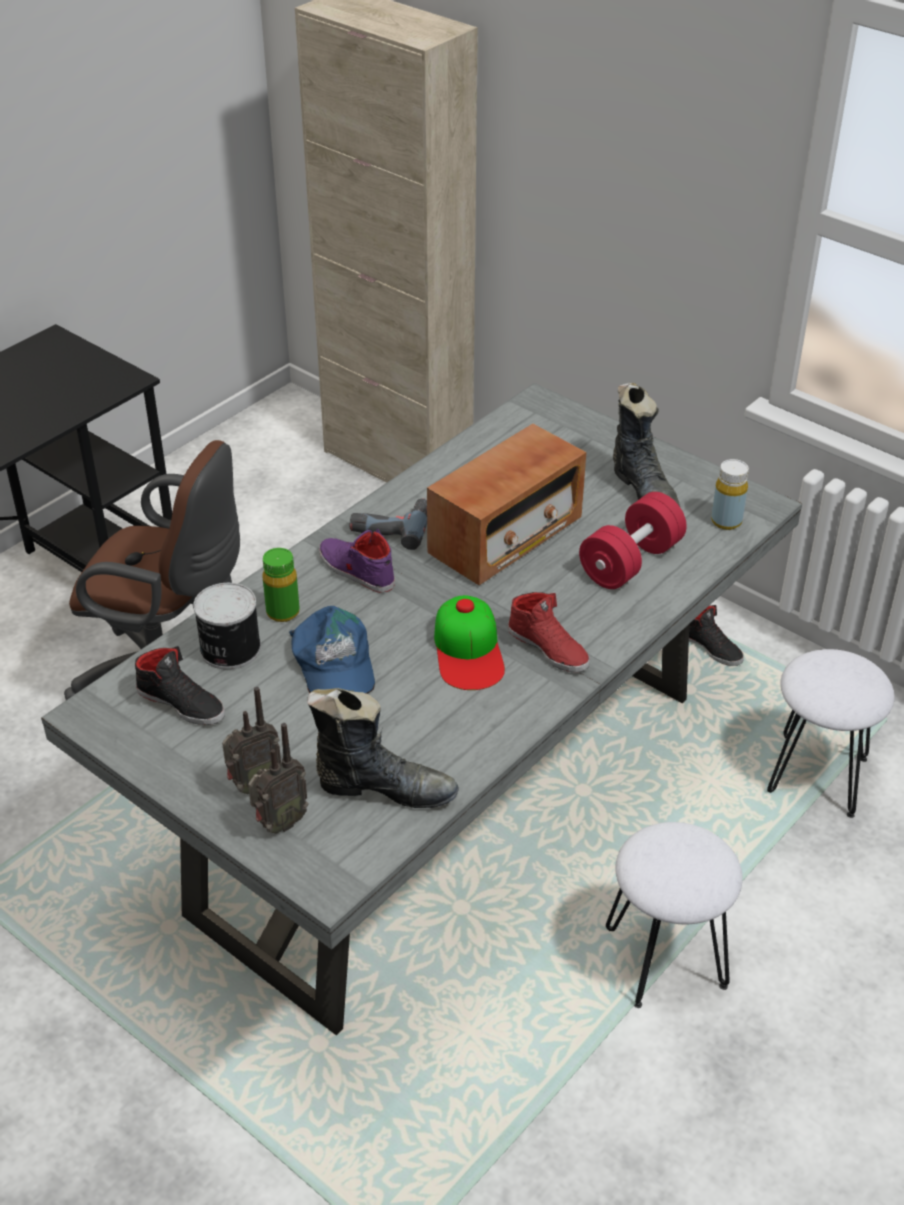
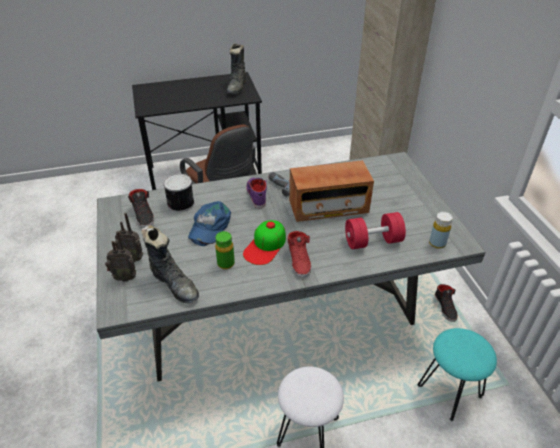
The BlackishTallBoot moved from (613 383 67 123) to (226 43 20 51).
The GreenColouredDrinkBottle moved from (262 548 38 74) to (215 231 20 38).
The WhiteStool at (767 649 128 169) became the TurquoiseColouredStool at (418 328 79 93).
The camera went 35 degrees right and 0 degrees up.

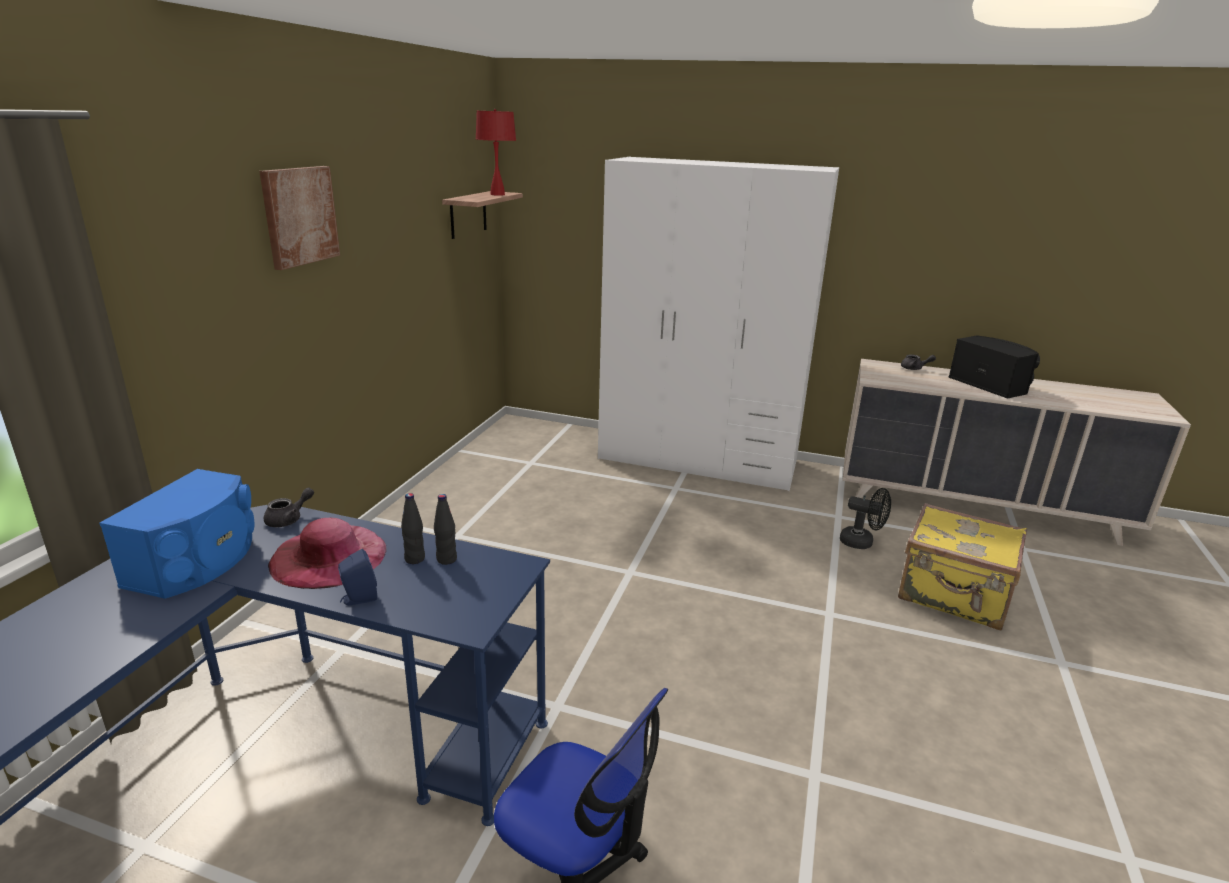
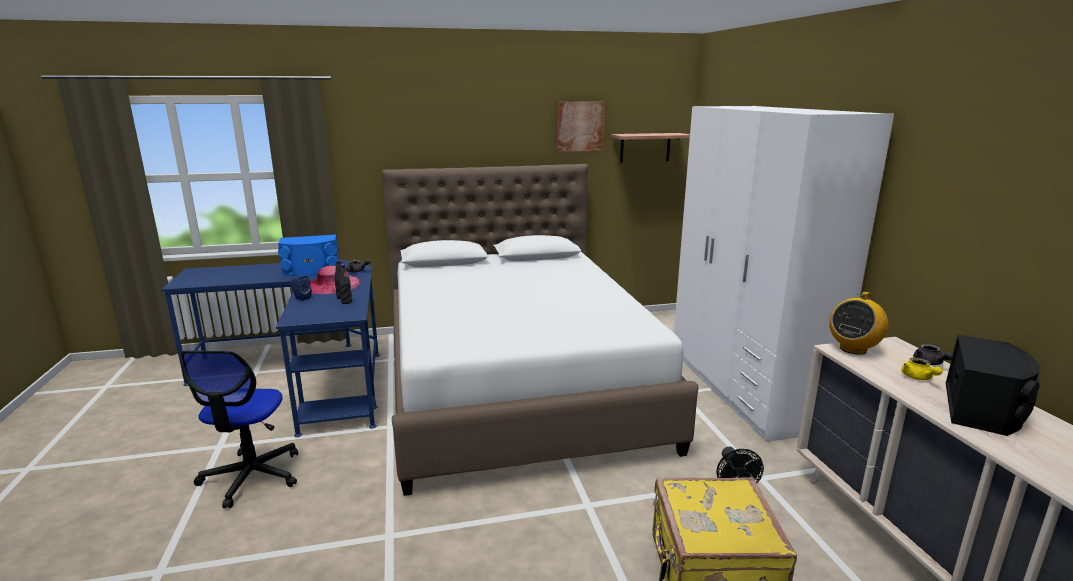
The RedTableLamp at (476 109 40 87) disappeared.
The WallArt moved from (259 166 81 104) to (556 101 49 51).
The WhiteBed at (382 164 317 332) appeared.
The RadioSet at (829 292 59 63) appeared.
The YellowPotForTea at (902 357 41 23) appeared.
The camera went 60 degrees right and 5 degrees down.

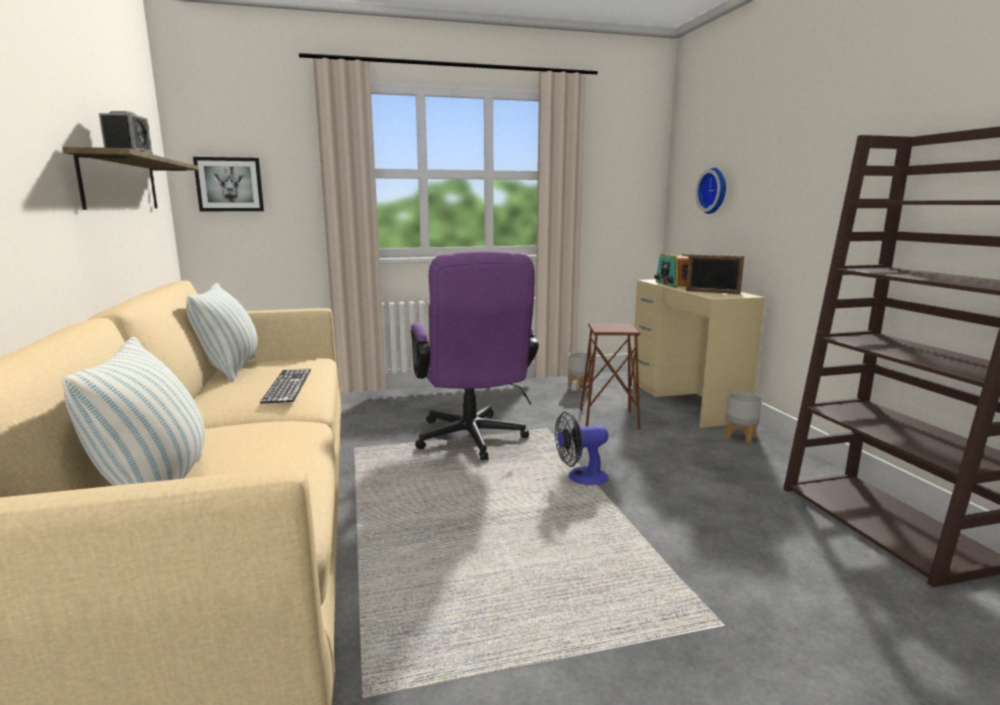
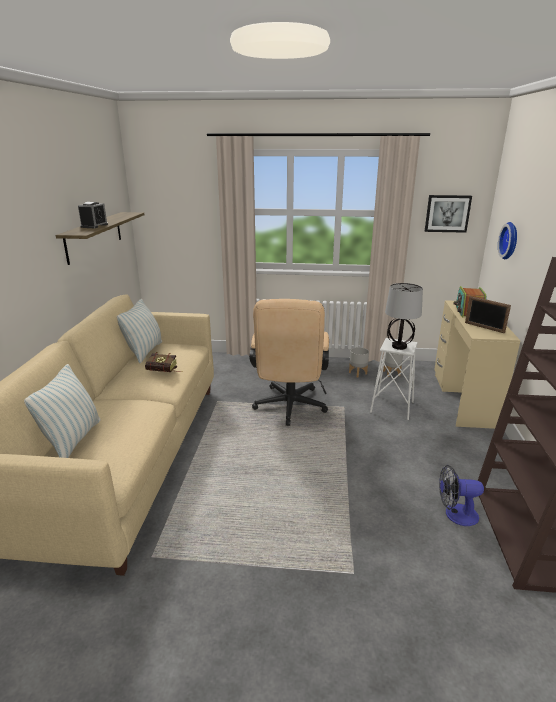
The WallArt moved from (193 157 71 54) to (425 195 47 38).
The PurplishOfficeChair at (411 251 128 209) became the BeigeOfficeChair at (249 299 80 127).
The BrownishStool at (580 323 60 107) became the WhiteStool at (370 338 48 82).
The ComputerKeyboard at (260 368 51 36) was replaced by the Book at (145 352 38 20).
The GreyishPlantPot moved from (725 392 37 52) to (349 347 20 31).
The Fan moved from (555 412 54 73) to (439 465 45 61).
The TableLamp at (385 283 38 67) appeared.
The camera went 20 degrees right and 10 degrees up.

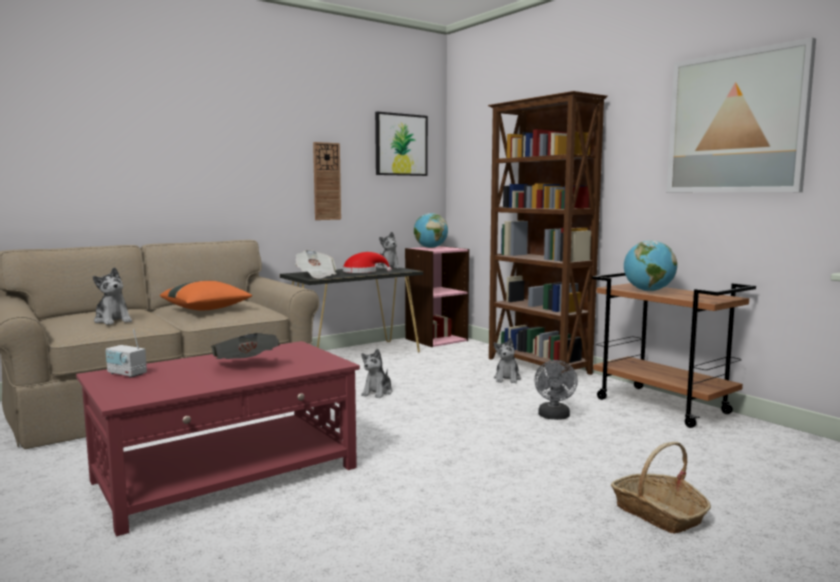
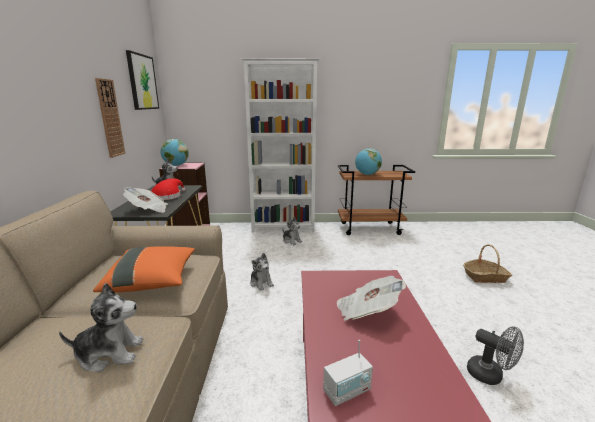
The WallArt at (667 38 149 154) disappeared.
The BrownishBookcase at (488 91 120 284) became the WhiteBookcase at (240 58 80 175).
The GreyishFan moved from (534 360 44 60) to (467 326 57 59).
The camera went 55 degrees left and 10 degrees up.

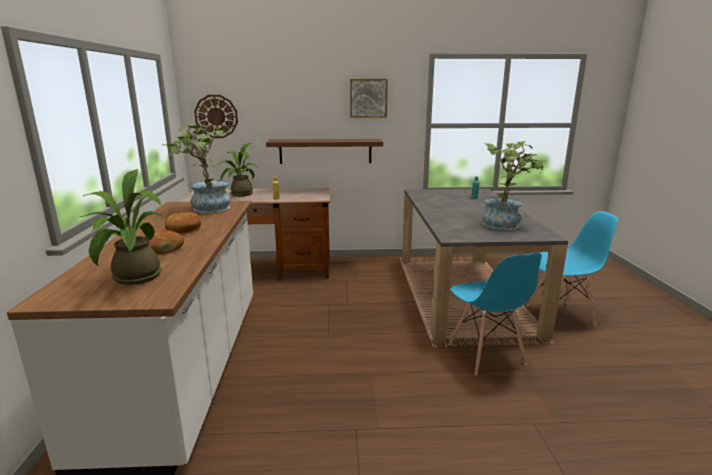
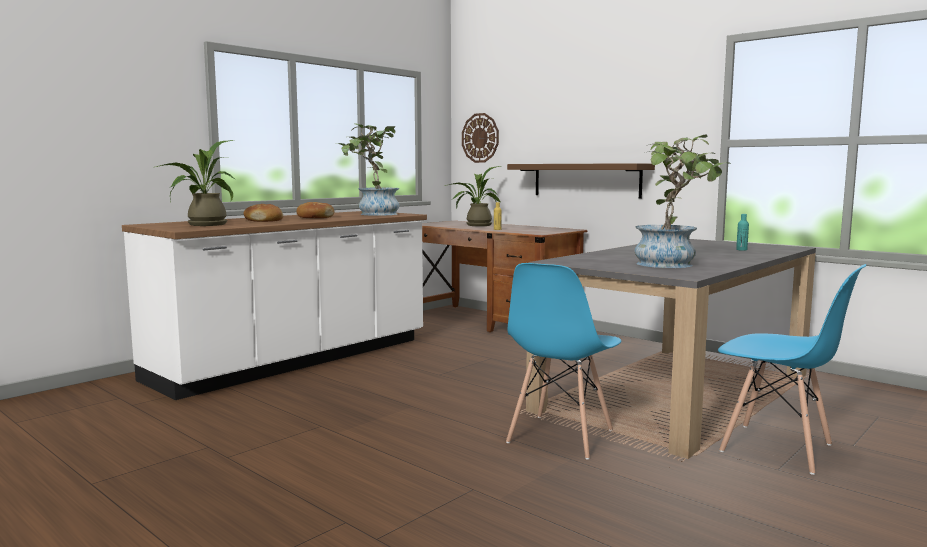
The WallArt at (350 79 38 39) disappeared.
The camera went 45 degrees right and 10 degrees down.

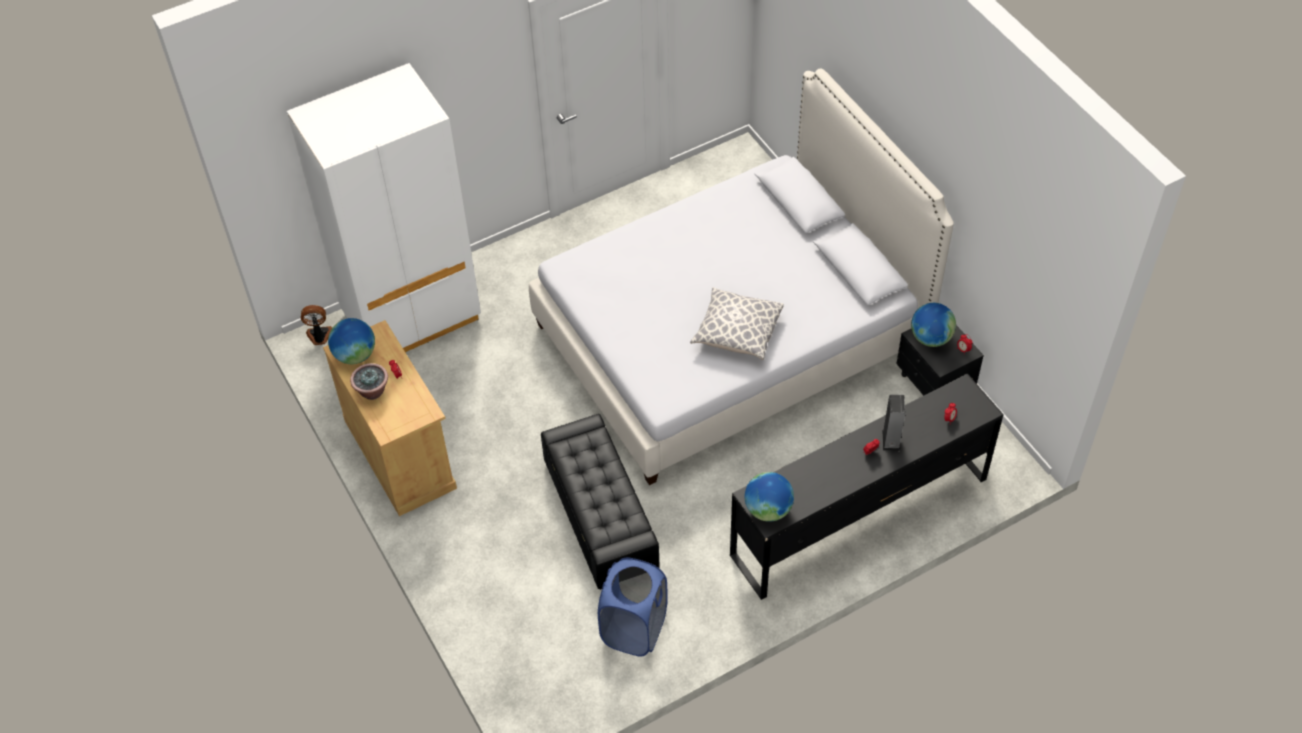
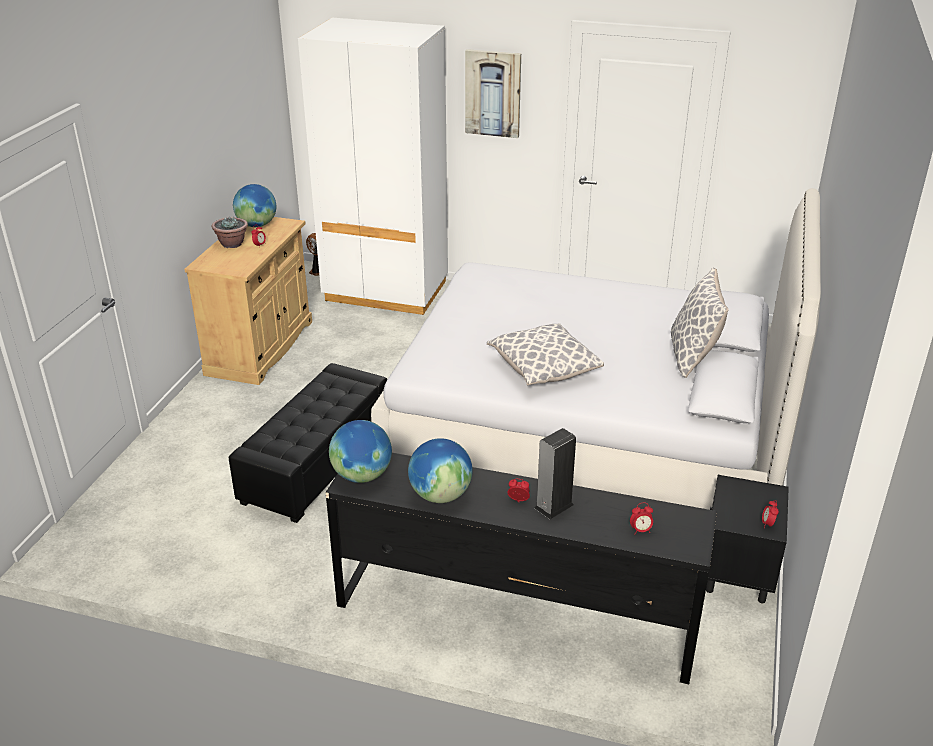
The Globe moved from (911 303 45 44) to (408 438 65 65).
The BluishHamper at (598 558 70 99) disappeared.
The WallArt at (465 49 56 89) appeared.
The Cushion at (671 268 58 110) appeared.
The camera went 45 degrees right and 20 degrees down.

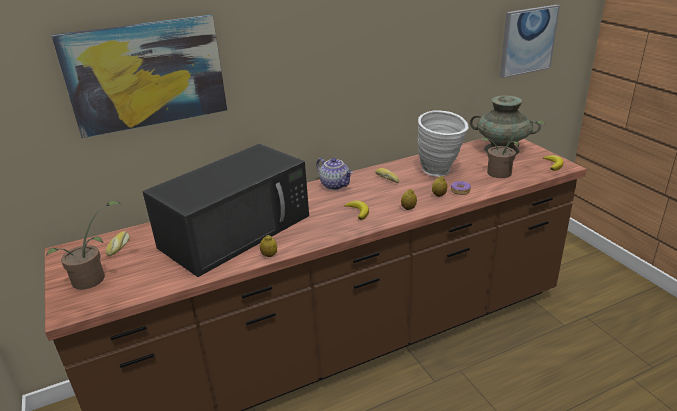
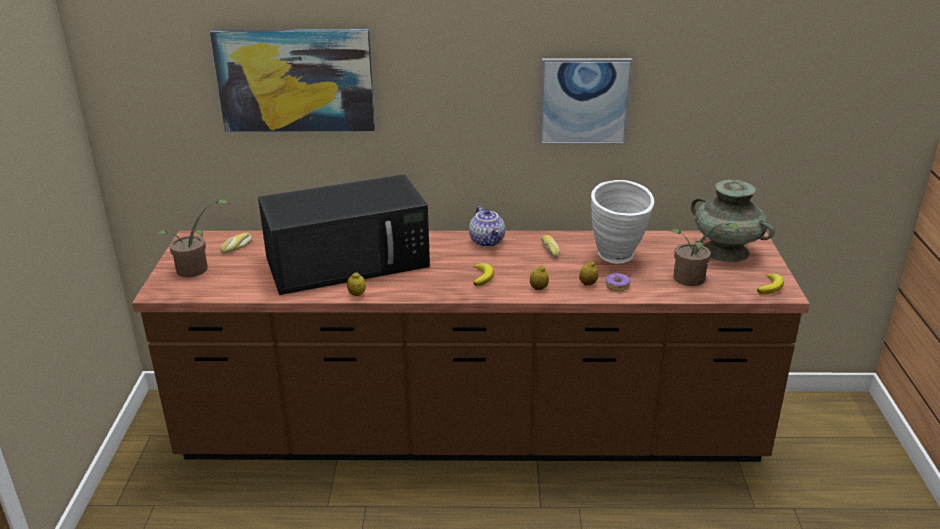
The WallArt moved from (500 5 60 73) to (539 58 94 86).
The camera went 25 degrees right and 0 degrees up.

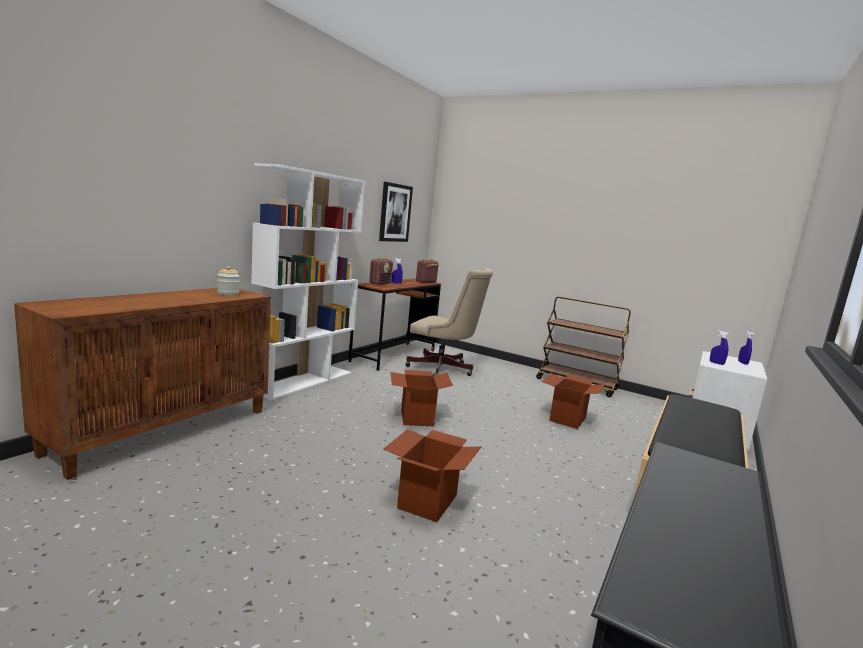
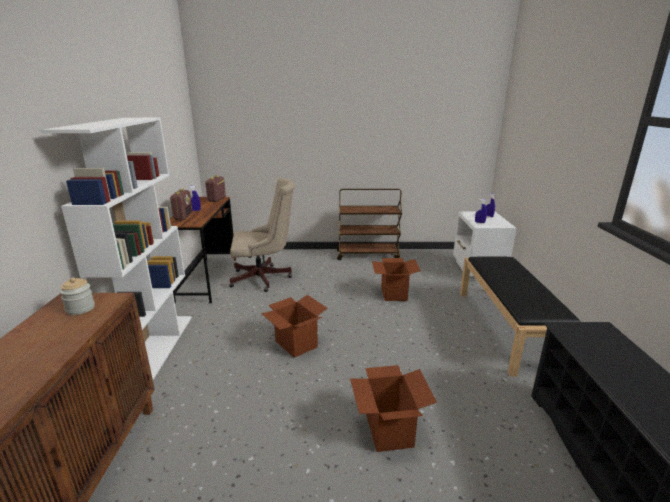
The WallArt at (379 182 34 60) disappeared.
The camera went 30 degrees left and 10 degrees up.

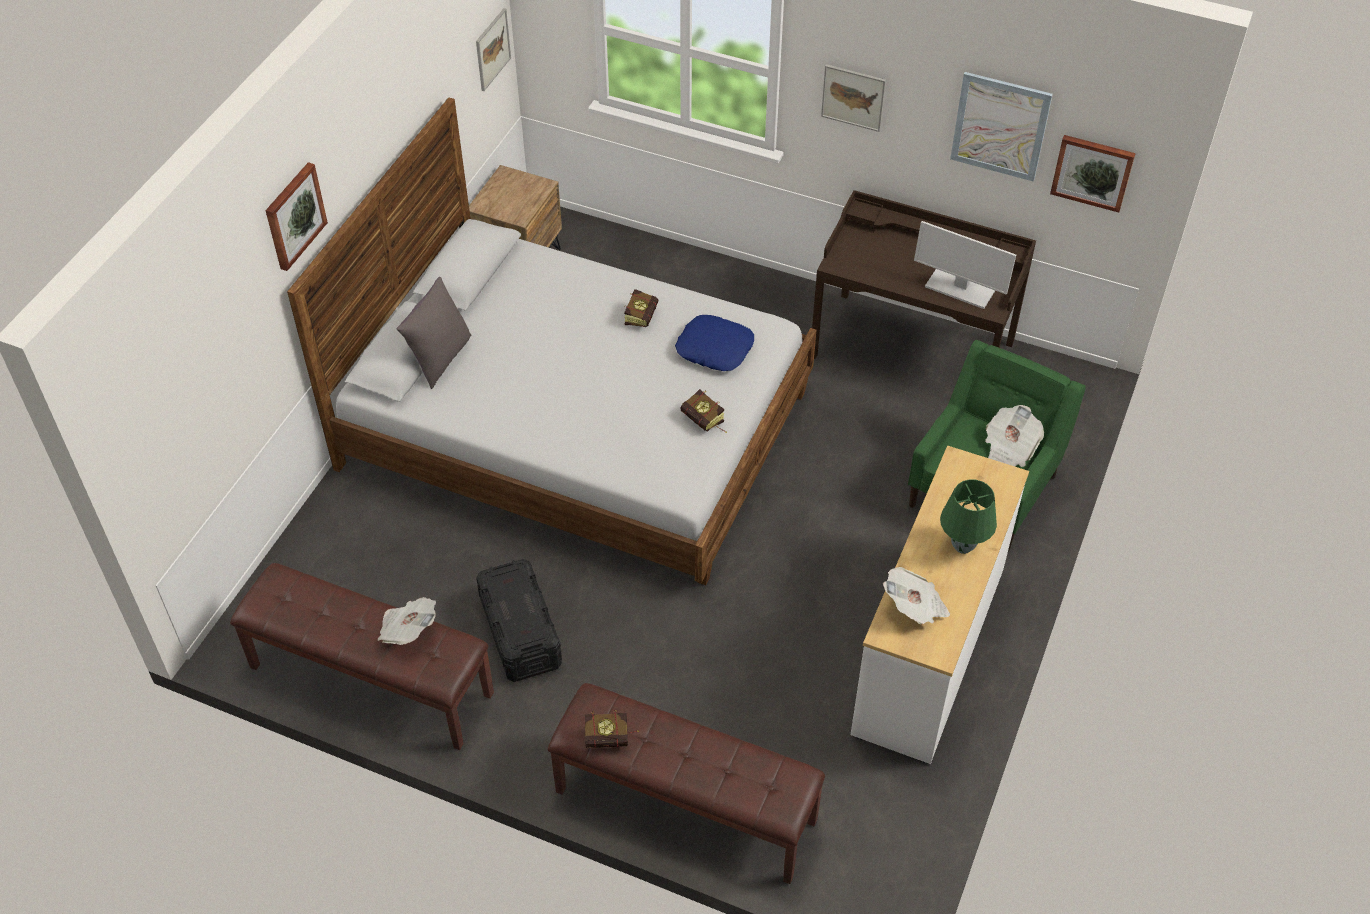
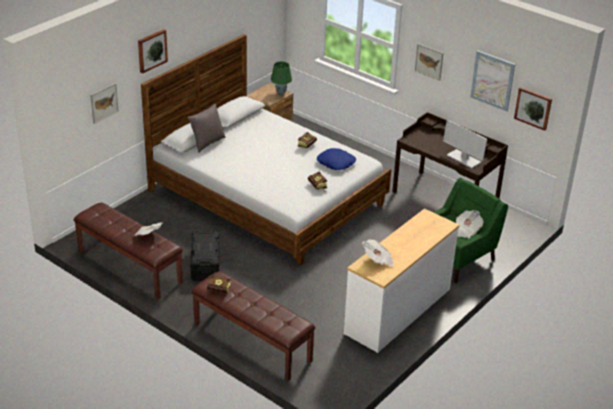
The WallArt moved from (476 8 35 83) to (90 83 29 41).
The GreenColouredTableLamp moved from (940 479 57 75) to (271 61 21 34).
The camera went 15 degrees right and 15 degrees down.

